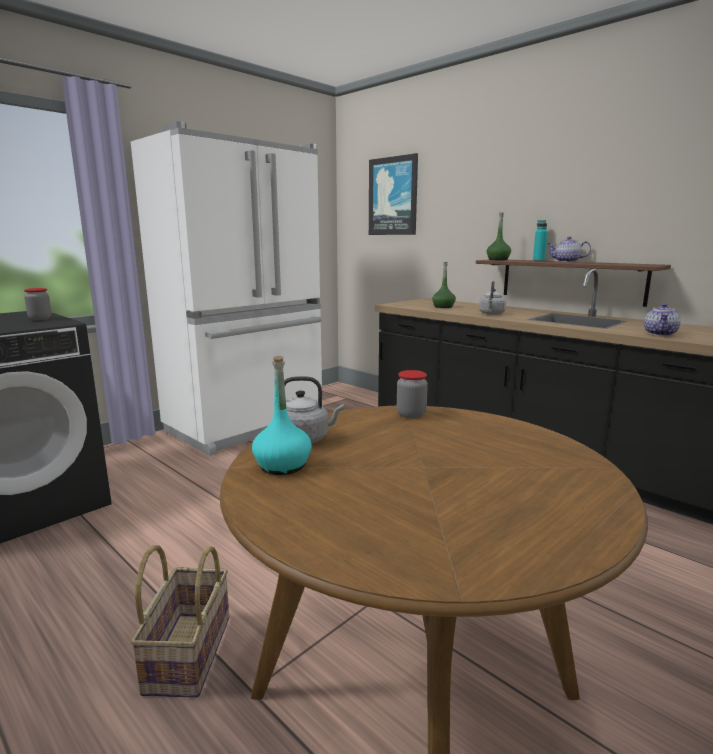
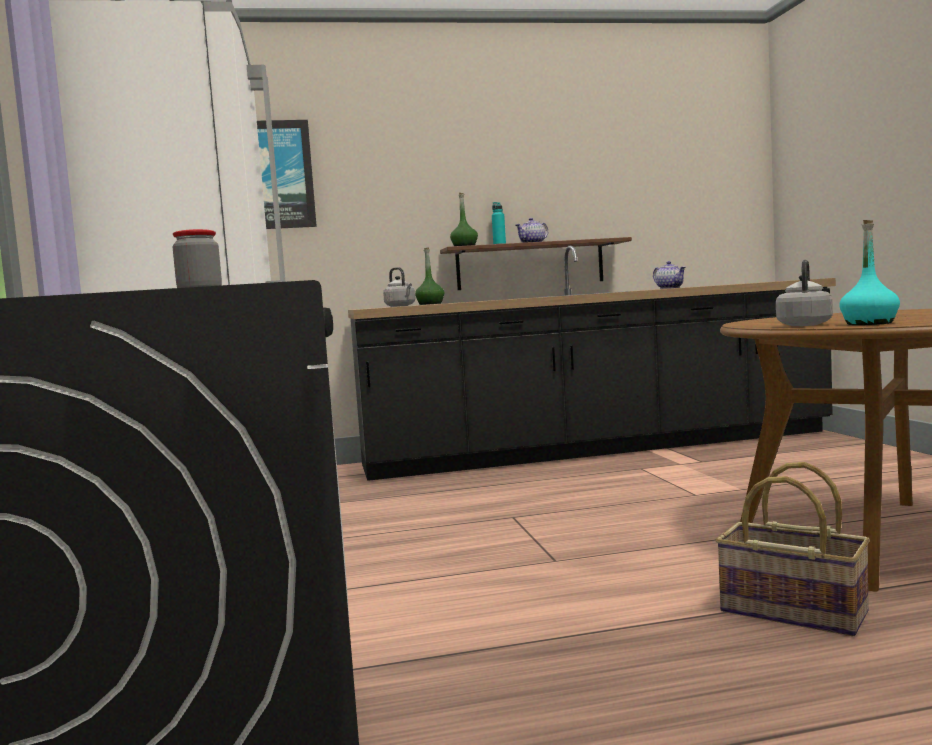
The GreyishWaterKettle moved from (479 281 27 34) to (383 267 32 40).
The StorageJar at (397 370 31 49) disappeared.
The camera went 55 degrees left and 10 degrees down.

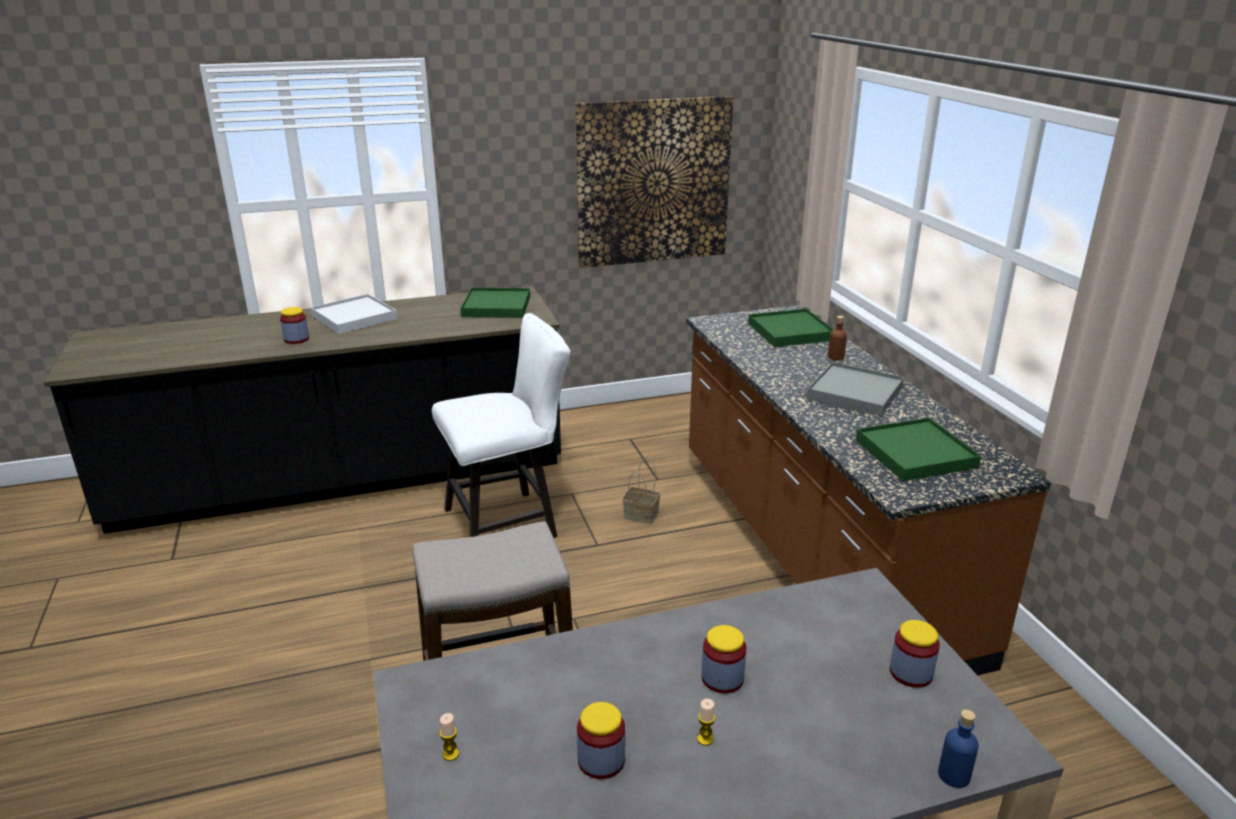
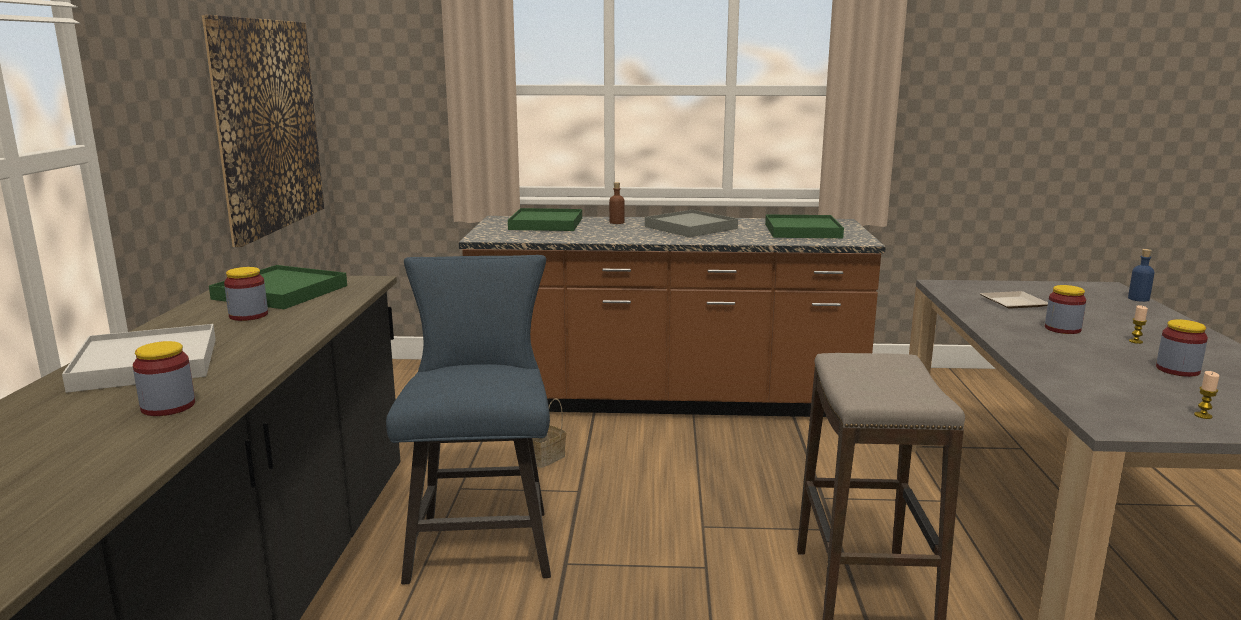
The WhiteChair at (432 313 138 225) became the BluishChair at (386 255 165 329).
The StorageJar moved from (890 620 50 68) to (224 267 44 54).
The Plate at (980 291 68 18) appeared.
The camera went 70 degrees left and 10 degrees down.

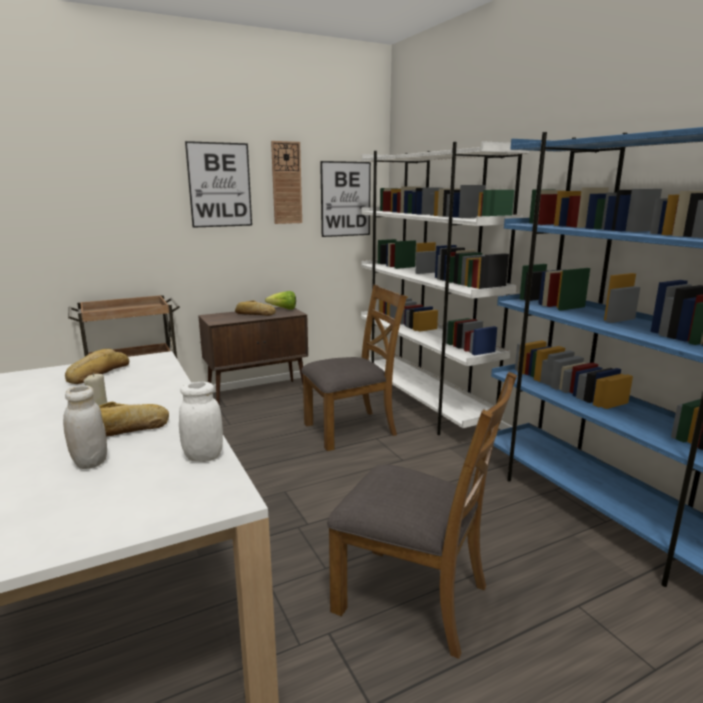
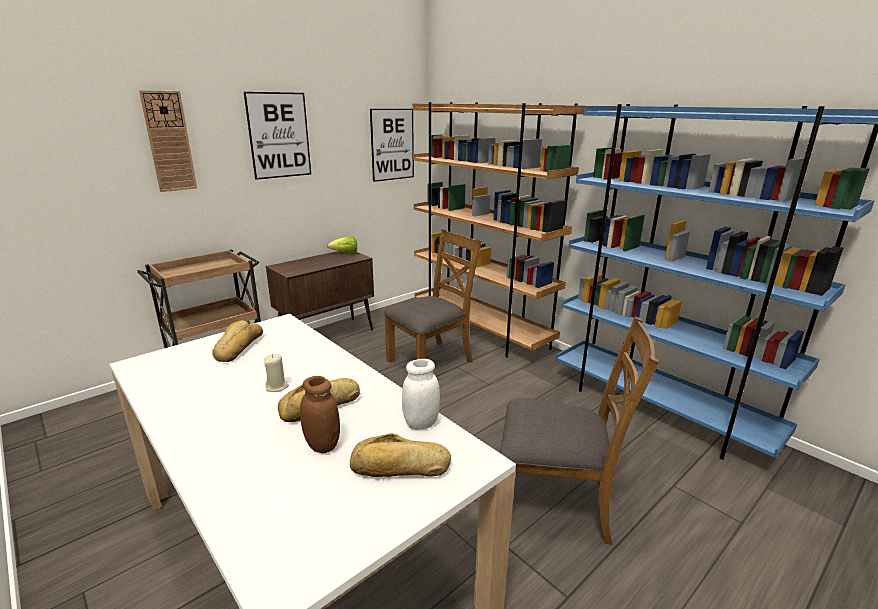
The ClockOnTheWall moved from (271 141 31 83) to (139 90 58 102).
The WhiteBookcase at (361 141 169 294) became the BrownishBookcase at (412 102 172 255).
The Bread moved from (235 300 41 16) to (350 433 101 44).
The WhiteStorageJar at (63 385 44 84) became the BrownishStorageJar at (300 376 40 77).
The camera went 15 degrees left and 5 degrees up.

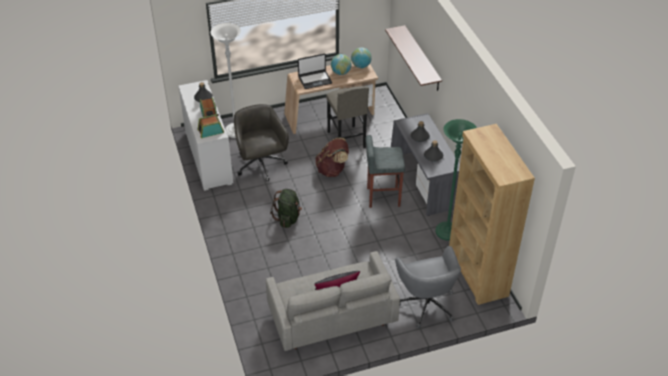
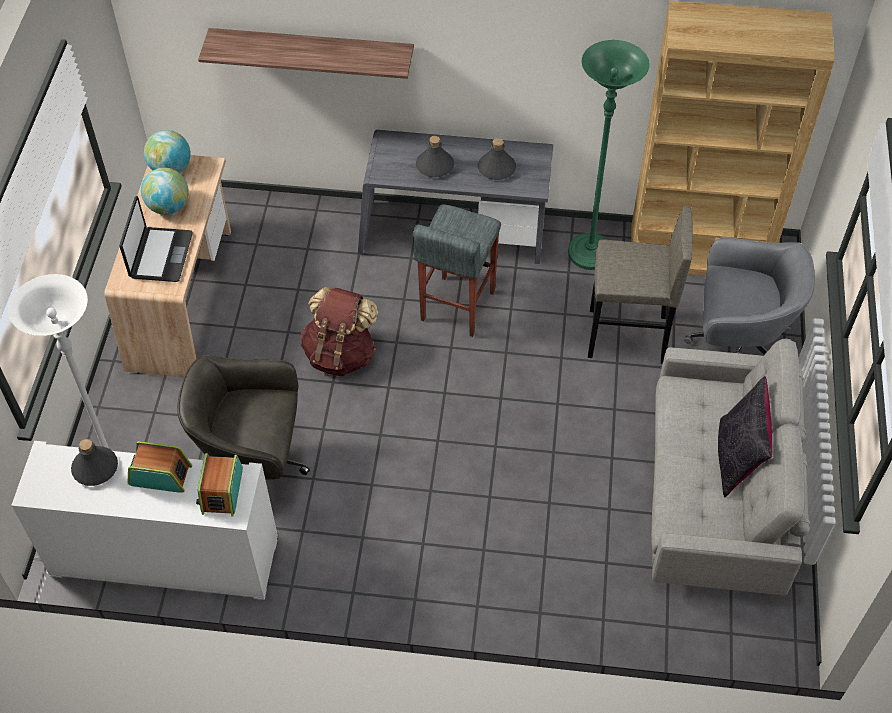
The GreyishStool moved from (326 86 43 62) to (588 205 105 159).
The GreenColouredRucksack at (270 189 32 39) disappeared.
The camera went 65 degrees left and 10 degrees up.

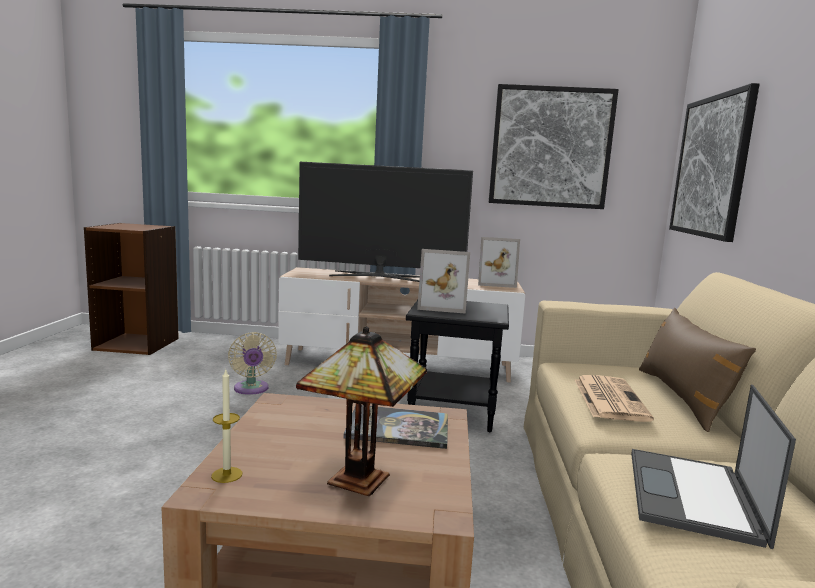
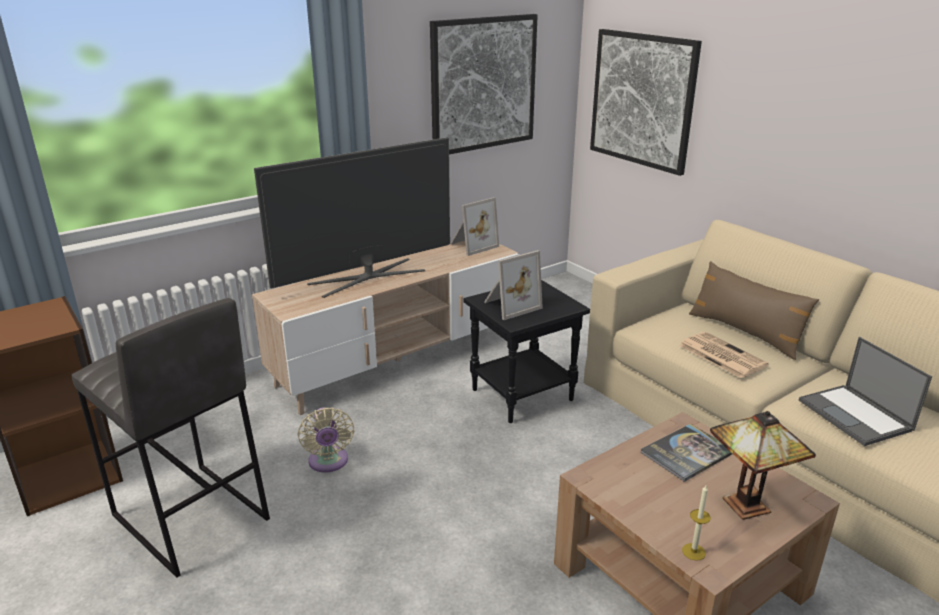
The BeigeFan at (228 332 49 63) turned 45 degrees clockwise.
The GreyishStool at (72 298 198 280) appeared.
The camera went 40 degrees left and 15 degrees up.

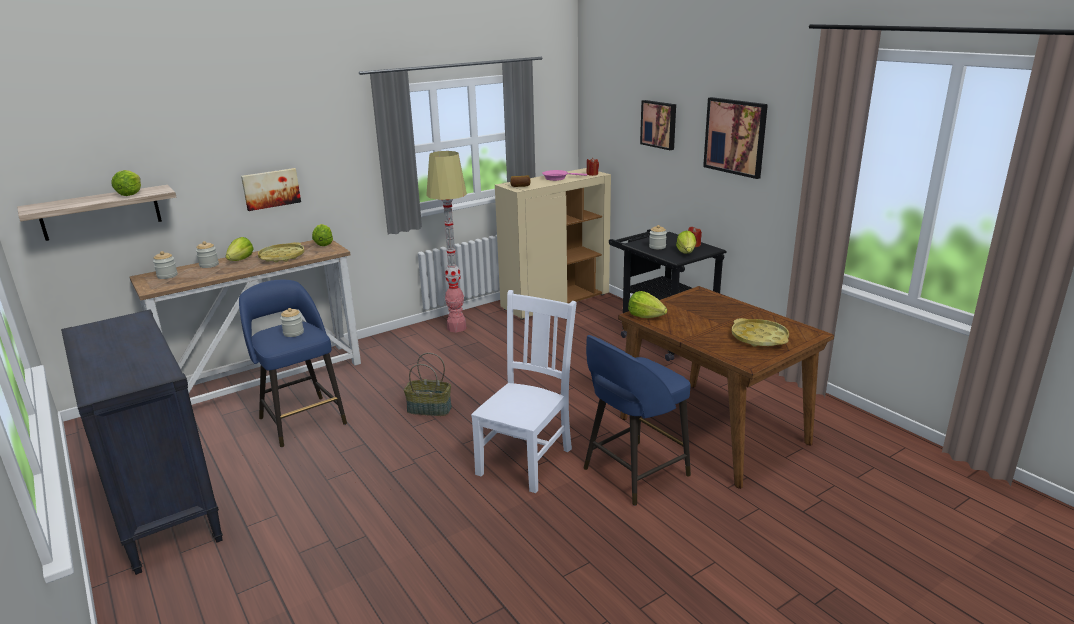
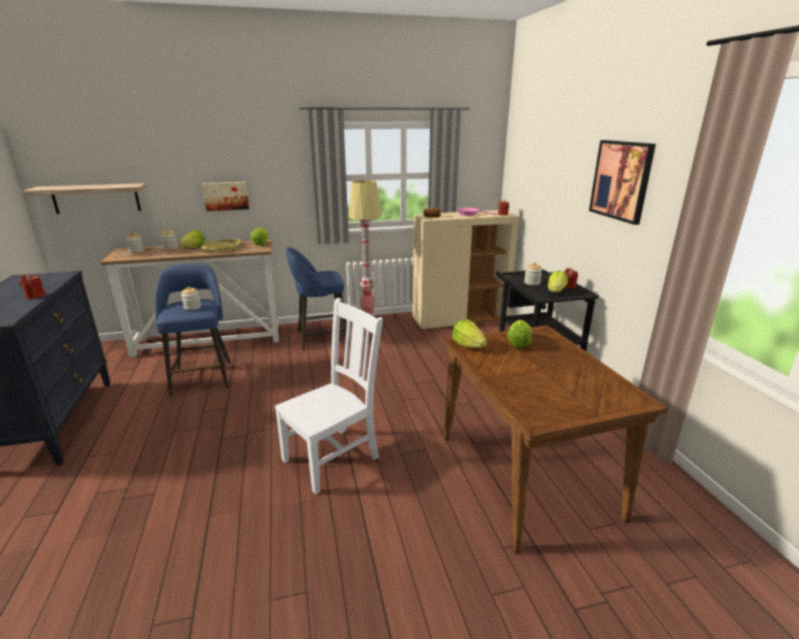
The WallArt at (640 100 36 50) disappeared.
The Lettuce moved from (111 170 30 26) to (507 320 25 28).
The YellowTray at (732 318 57 29) disappeared.
The BluishStool moved from (583 335 108 171) to (286 247 61 103).
The Basket at (404 353 48 63) disappeared.
The RedWaxLight at (19 275 27 24) appeared.
The camera went 20 degrees right and 0 degrees up.

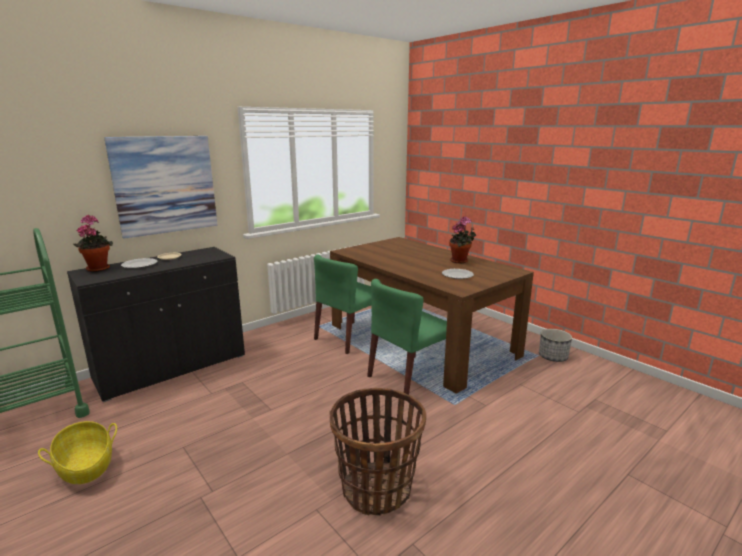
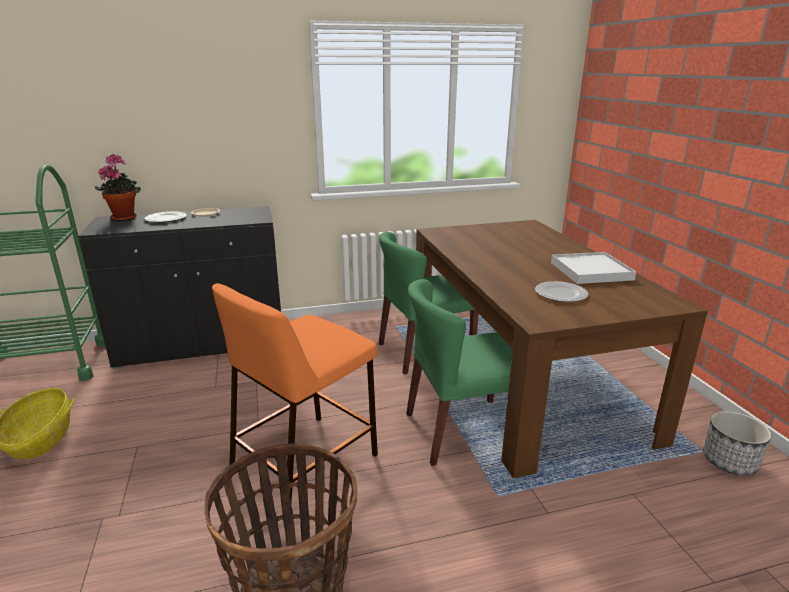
The WallArt at (104 136 114 103) disappeared.
The Houseplant at (449 216 27 48) was replaced by the WhiteTray at (551 252 85 32).
The OrangeStool at (212 283 166 219) appeared.
The camera went 25 degrees right and 5 degrees up.

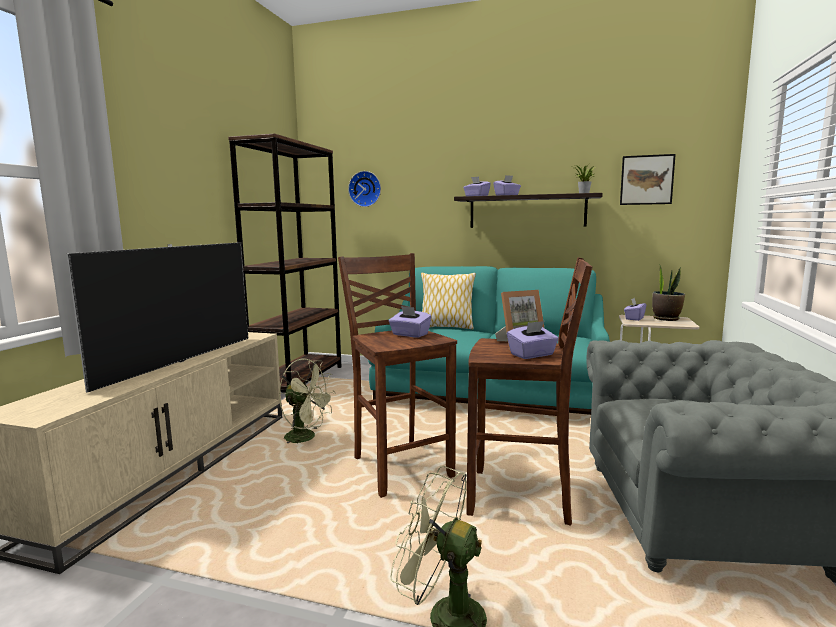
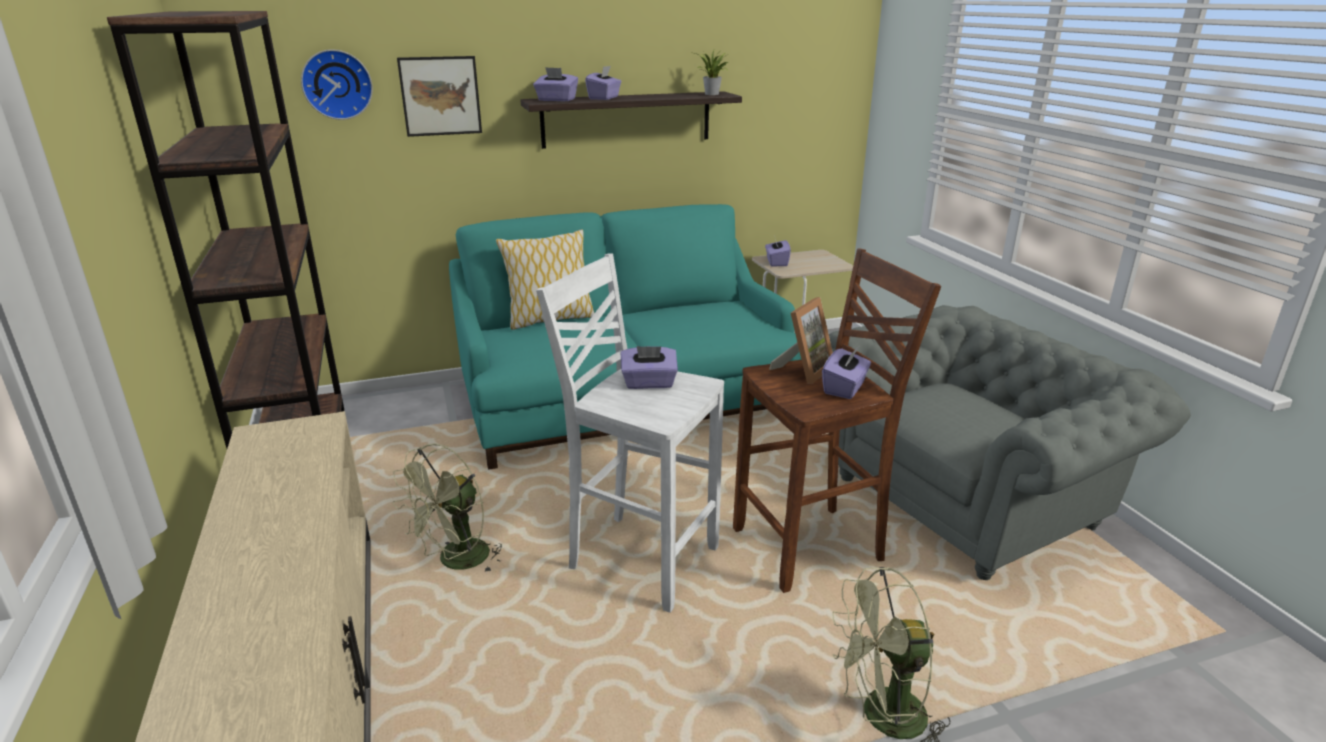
The WallArt moved from (620 154 56 51) to (397 56 85 81).
The Television at (67 242 181 151) disappeared.
The BrownishStool at (338 253 119 245) became the WhiteStool at (536 253 188 360).
The Houseplant at (652 264 33 57) disappeared.
The GreenColouredFan at (279 359 57 84) turned 135 degrees clockwise.
The camera went 35 degrees left and 15 degrees up.

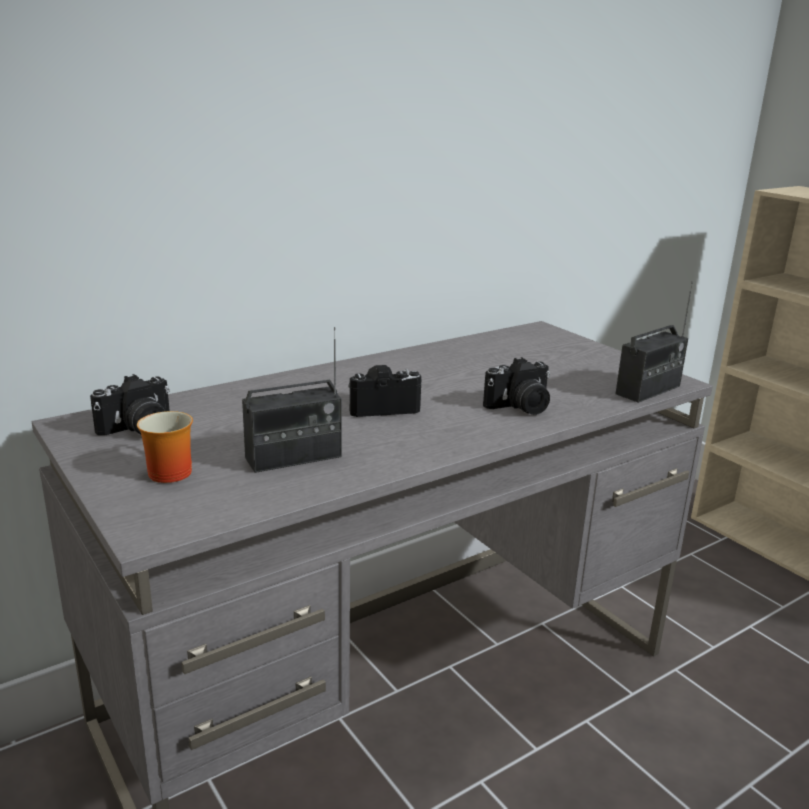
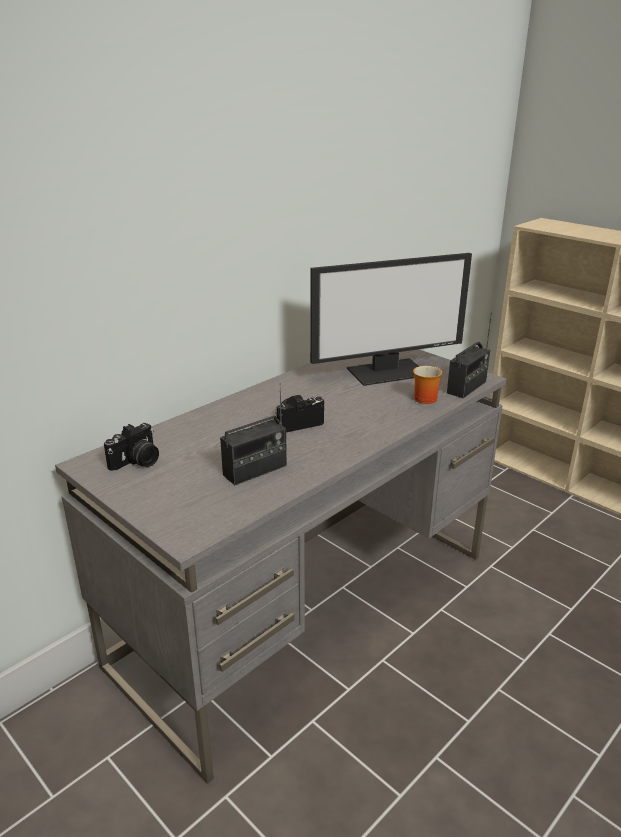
The PhotoCamera at (483 357 67 58) disappeared.
The TeaMug moved from (137 411 56 72) to (413 366 29 38).
The Monitor at (310 253 162 133) appeared.
The camera went 10 degrees left and 5 degrees up.

